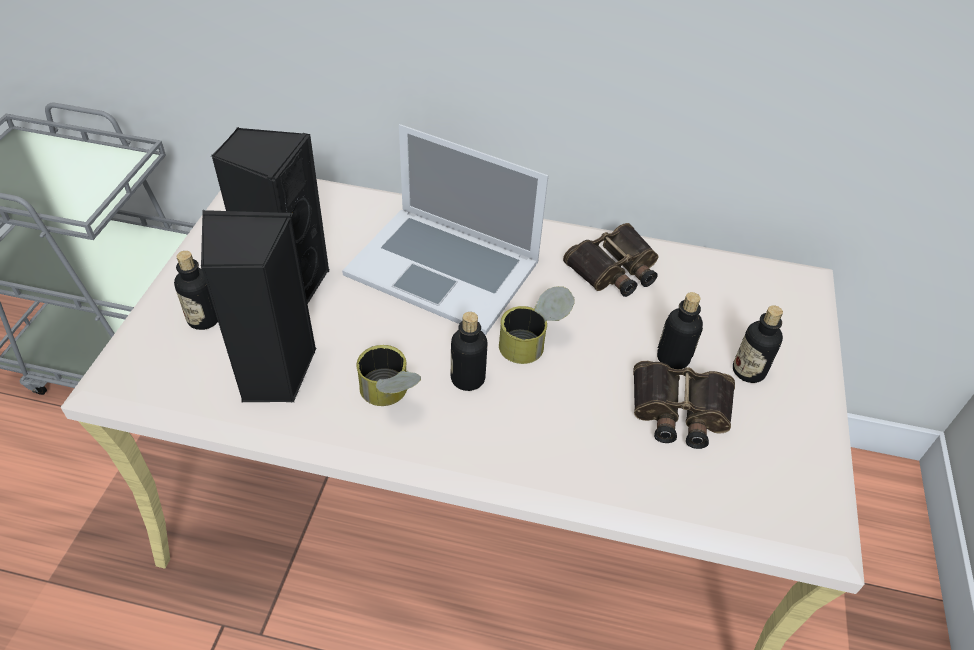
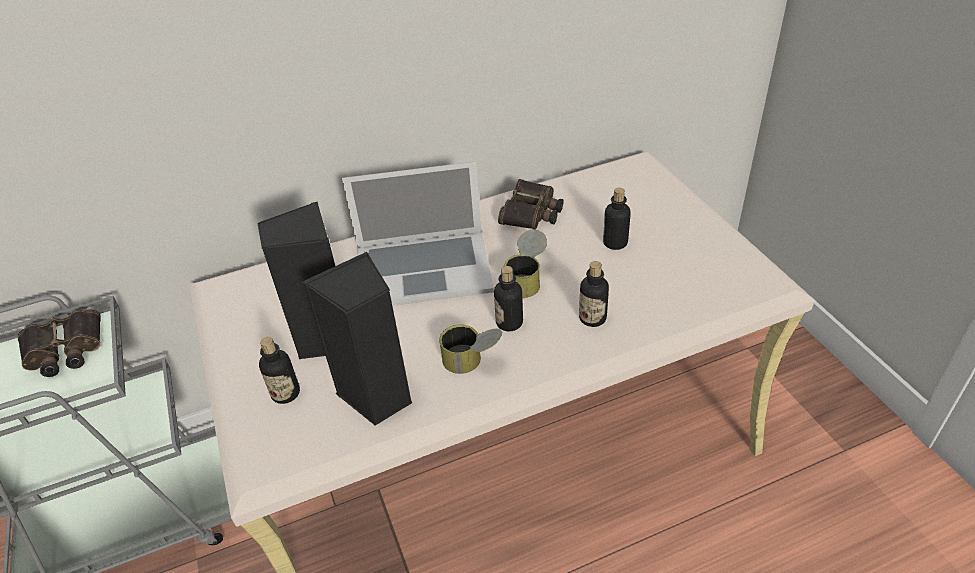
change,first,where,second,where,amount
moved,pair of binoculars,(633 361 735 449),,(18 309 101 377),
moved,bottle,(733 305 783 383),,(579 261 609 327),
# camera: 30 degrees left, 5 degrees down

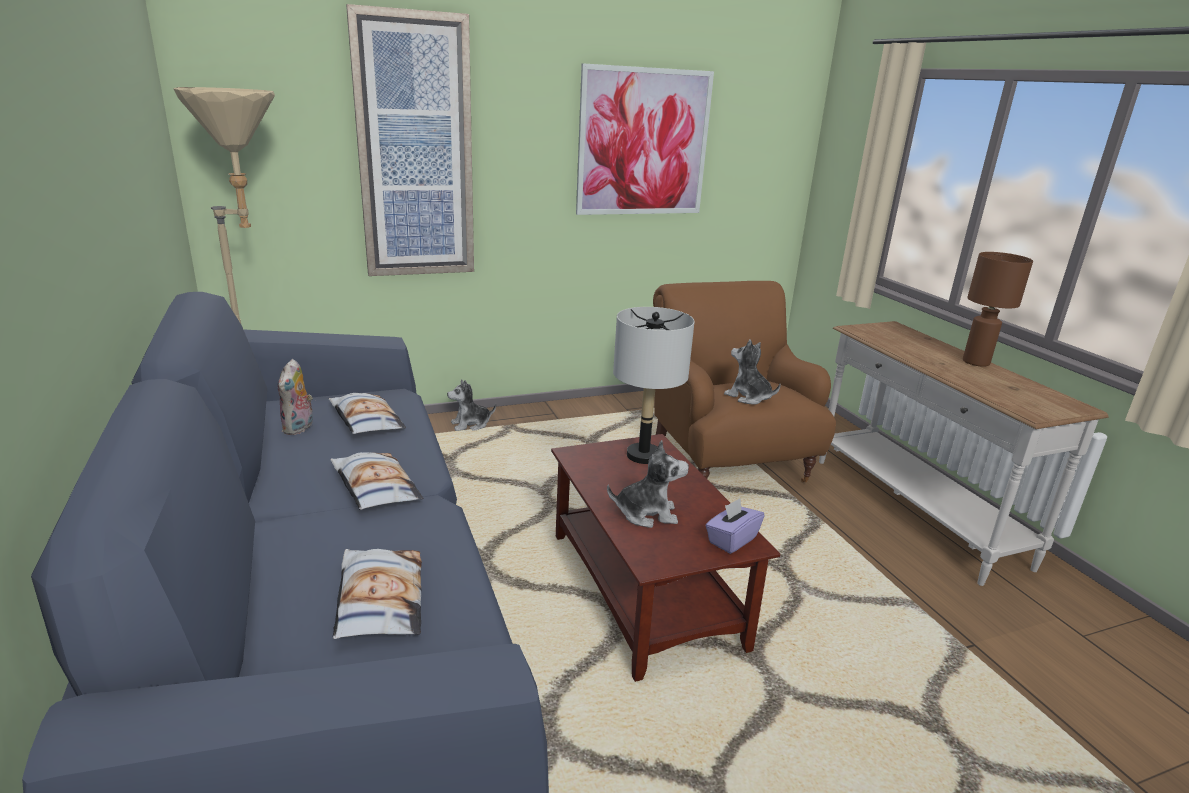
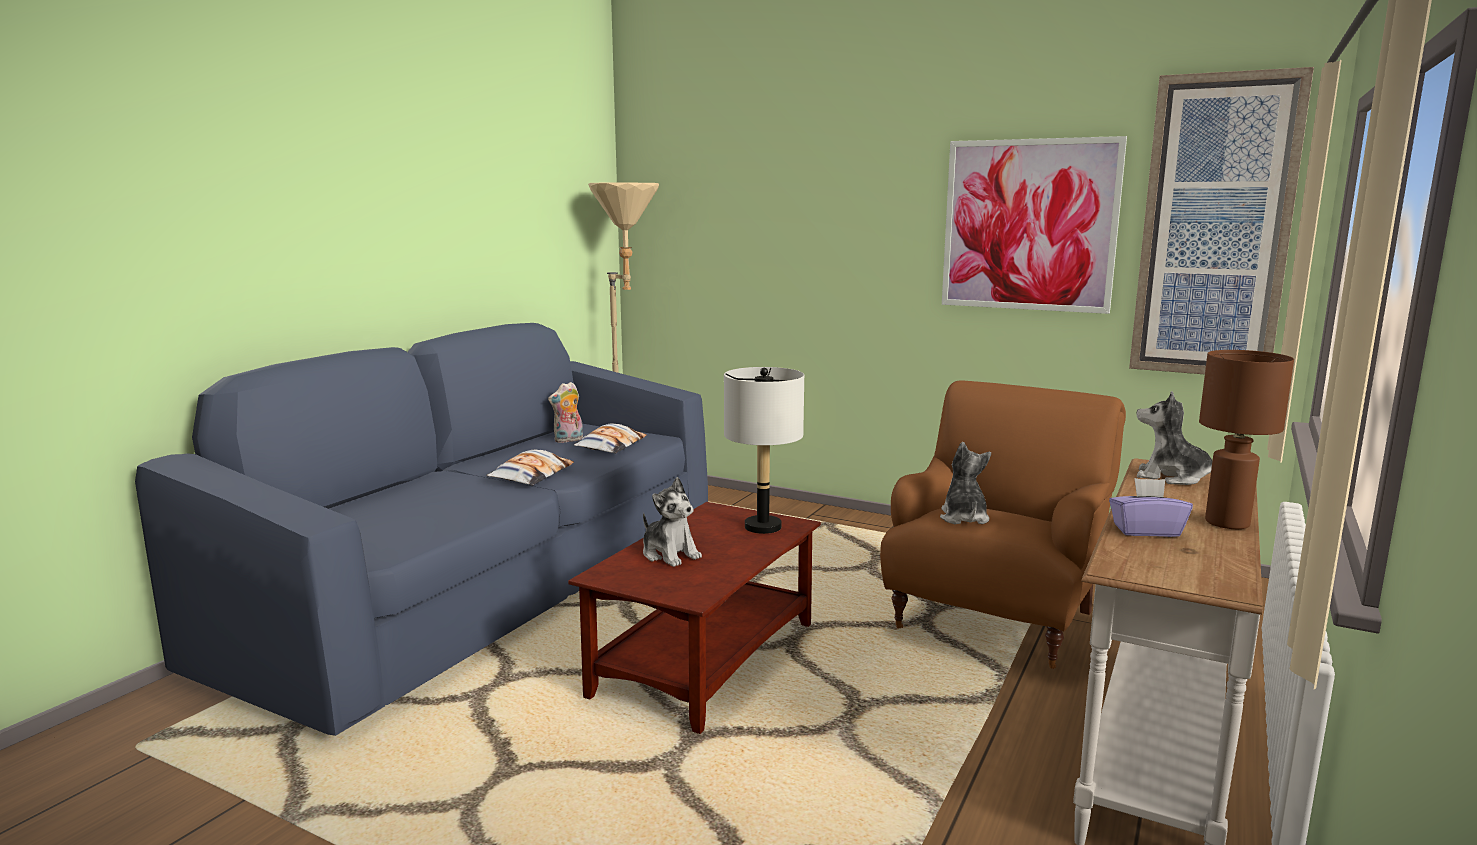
change,first,where,second,where,amount
removed,cushion,(333 549 422 639),,,
moved,wall picture,(346 4 474 276),,(1129 67 1314 374),
moved,plush toy,(447 379 496 431),,(1136 391 1213 485),
moved,purple-coloured tissue holder,(705 498 765 554),,(1109 478 1193 537),
# camera: 50 degrees right, 10 degrees down

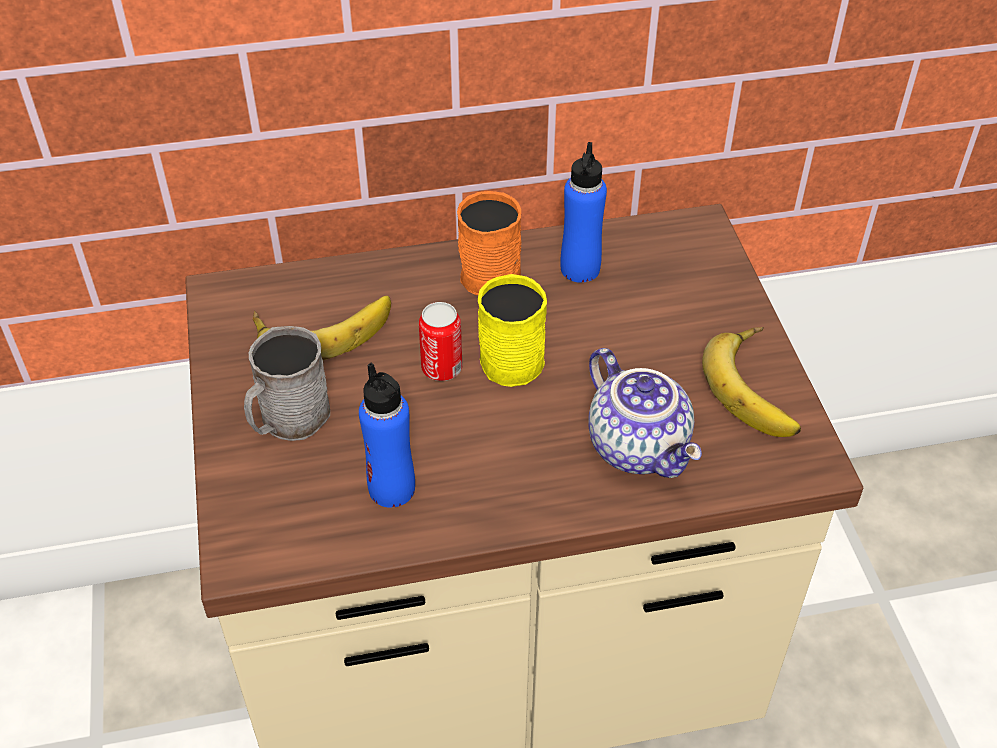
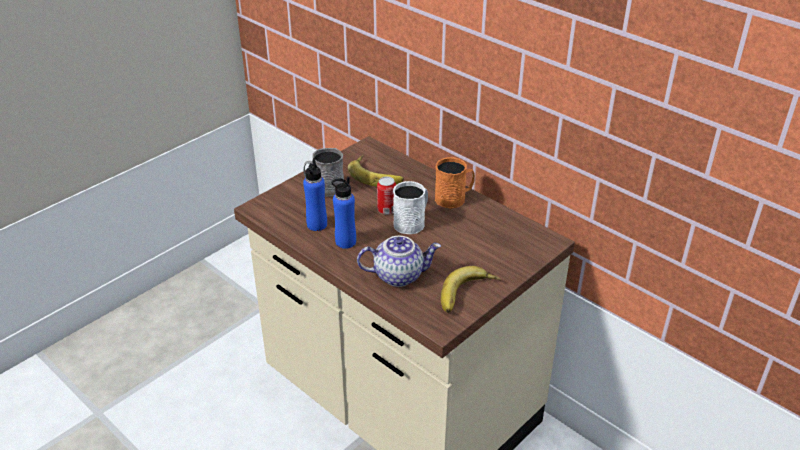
change,first,where,second,where,amount
recoloured,yellow-coloured tea mug,(478 274 547 387),white-coloured tea mug,(393 181 428 234),
moved,blue-coloured bottle,(560 142 607 283),,(332 176 356 249),
turned,tea pot,(588 348 702 478),,(357 236 441 287),120 degrees counterclockwise
# camera: 55 degrees right, 10 degrees down

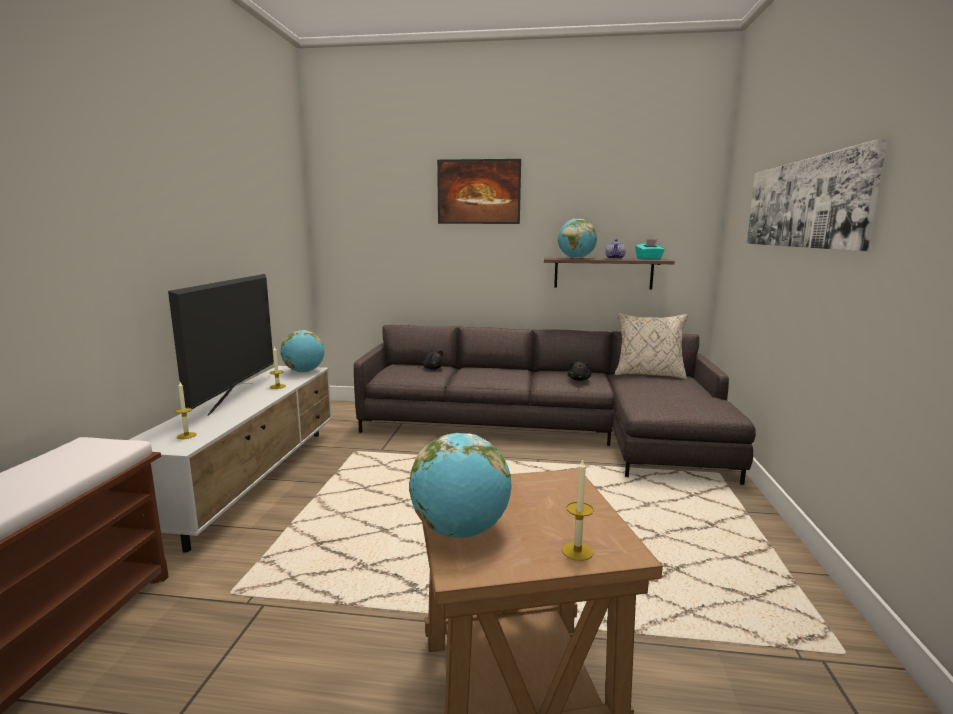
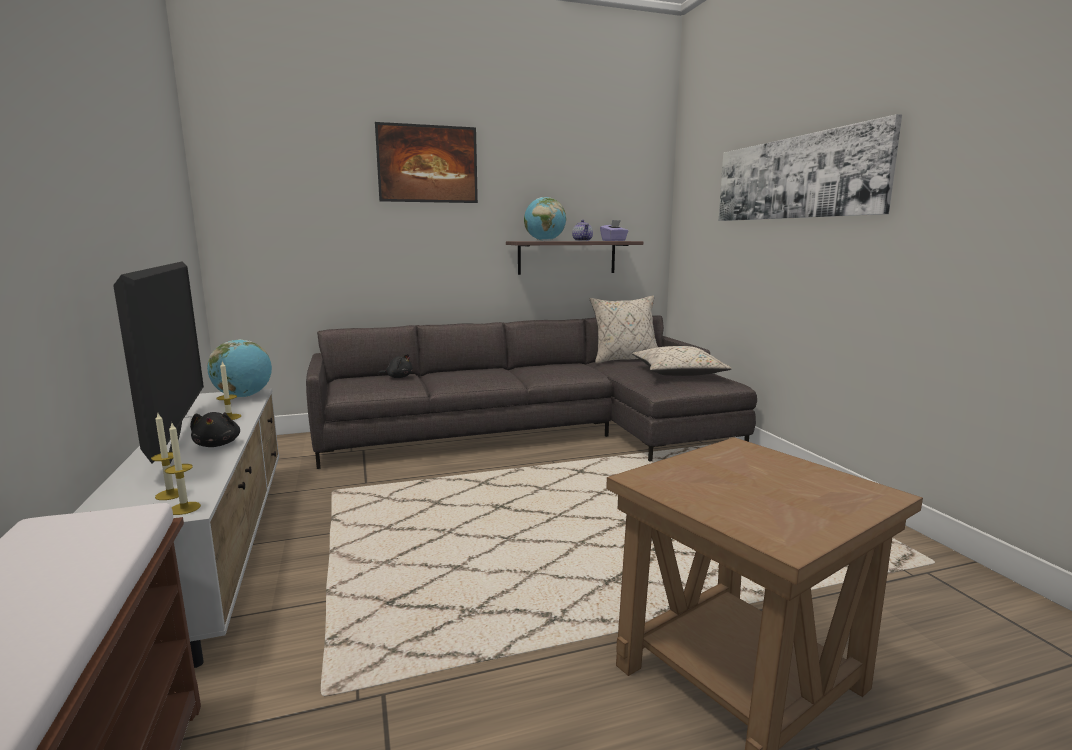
change,first,where,second,where,amount
removed,world globe,(409 433 511 538),,,
moved,candle,(562 459 594 561),,(165 423 201 515),
moved,black-coloured plush toy,(567 361 592 381),,(190 412 240 447),
recoloured,turquoise-coloured tissue holder,(635 239 665 260),purple-coloured tissue holder,(600 220 629 241),
added,,,beige-coloured cushion,(632 346 732 376),
# camera: 25 degrees left, 0 degrees up

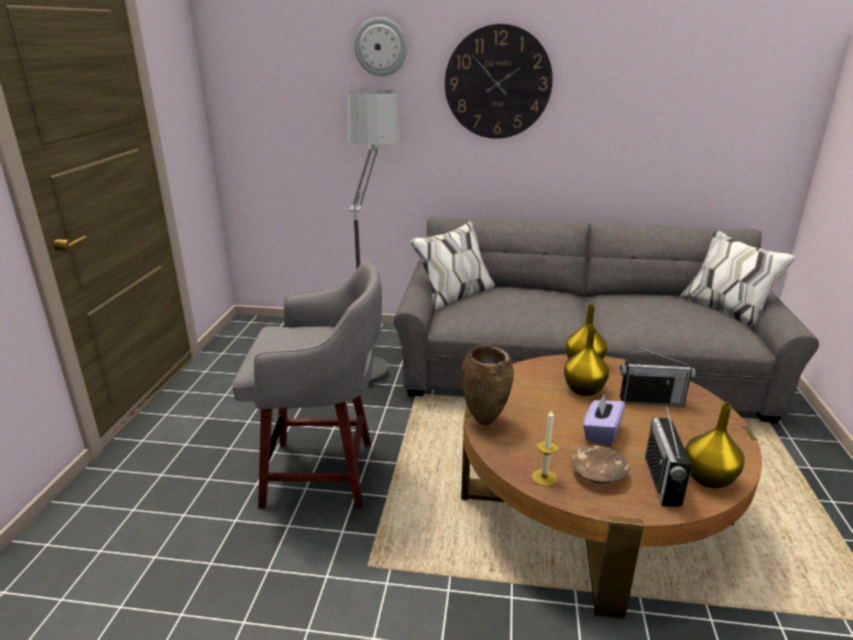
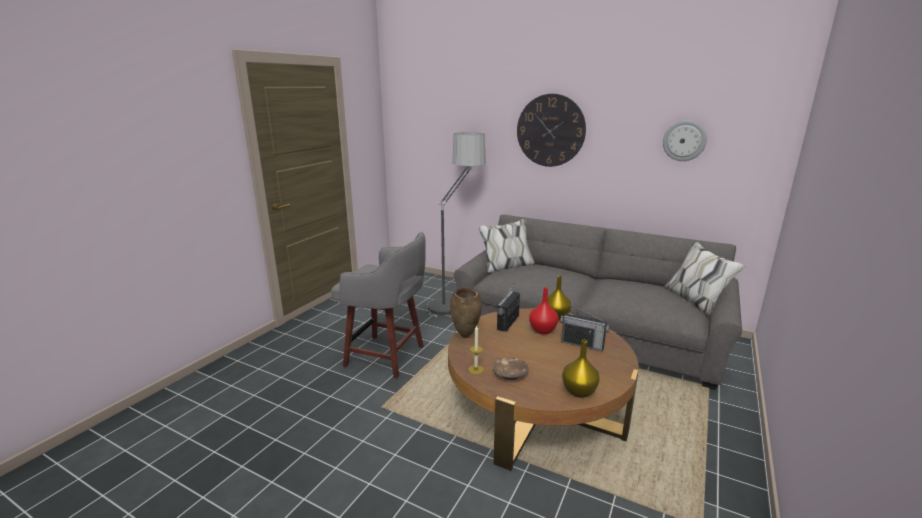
change,first,where,second,where,amount
moved,clock on the wall,(354 17 407 76),,(663 120 707 161),
recoloured,yellow-coloured flower vase,(564 326 609 396),red-coloured flower vase,(529 287 558 334),
removed,purple-coloured tissue holder,(583 394 625 446),,,
moved,radio set,(645 403 692 507),,(497 283 520 331),
# camera: 20 degrees right, 5 degrees down

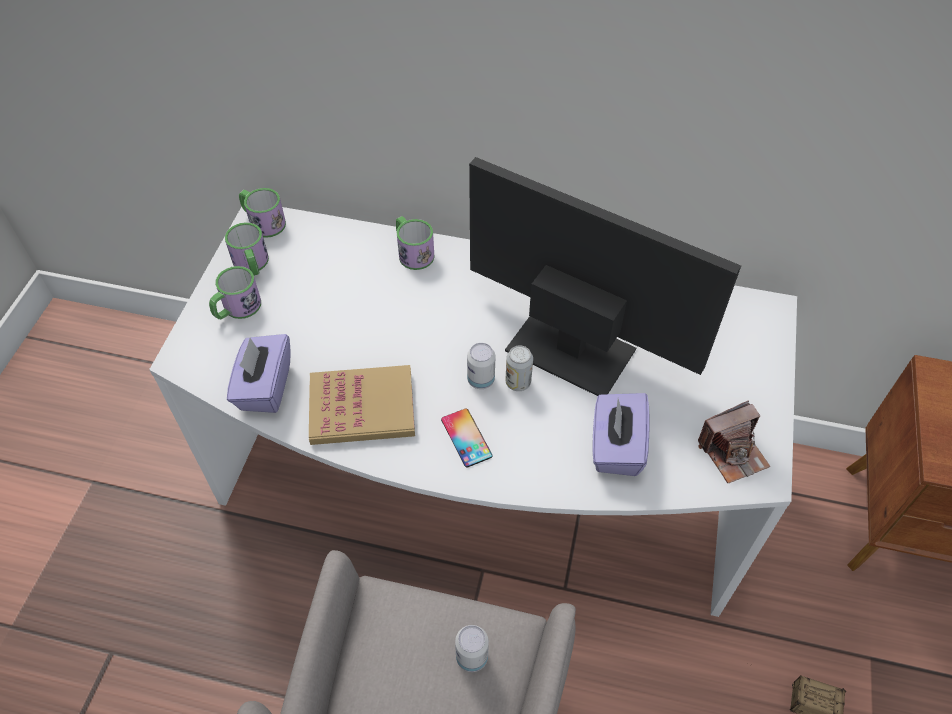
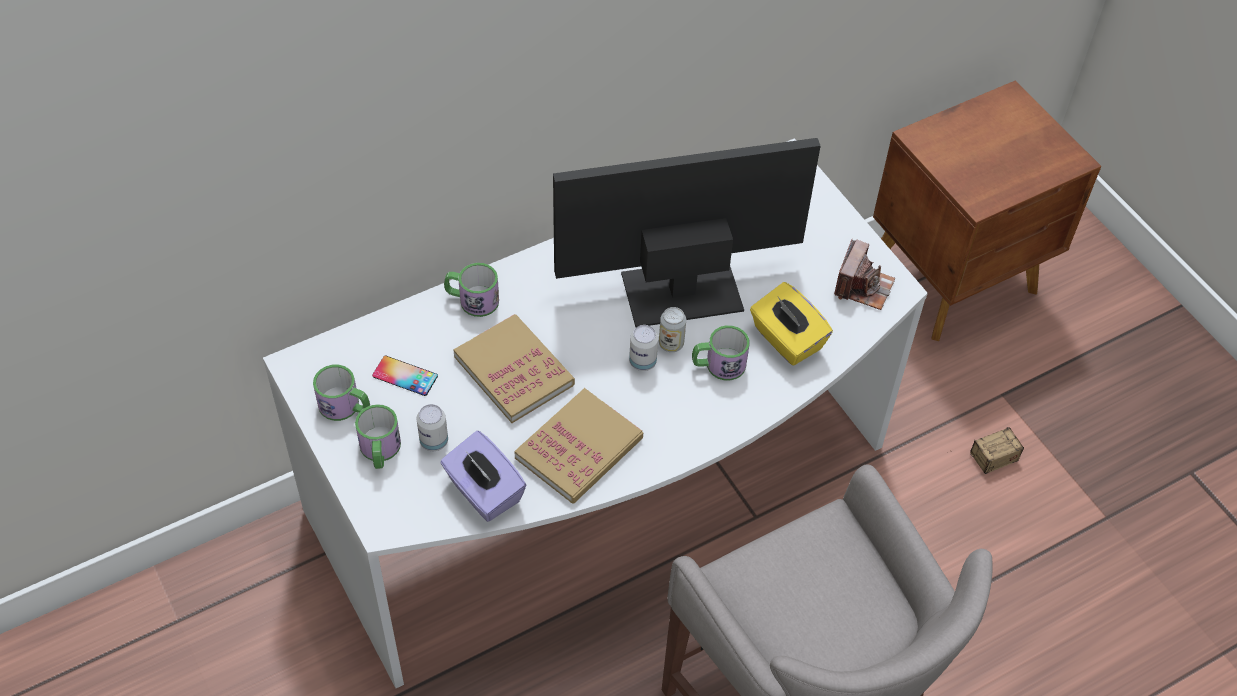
change,first,where,second,where,amount
moved,tea mug,(239 188 286 238),,(692 325 750 381),
moved,telephone,(441 408 493 467),,(372 356 438 396),
moved,can,(455 625 489 672),,(417 404 448 451),
recoloured,purple-coloured tissue holder,(592 393 650 476),yellow-coloured tissue holder,(750 282 833 365),
added,,,volume,(453 314 575 423),
# camera: 45 degrees left, 0 degrees up

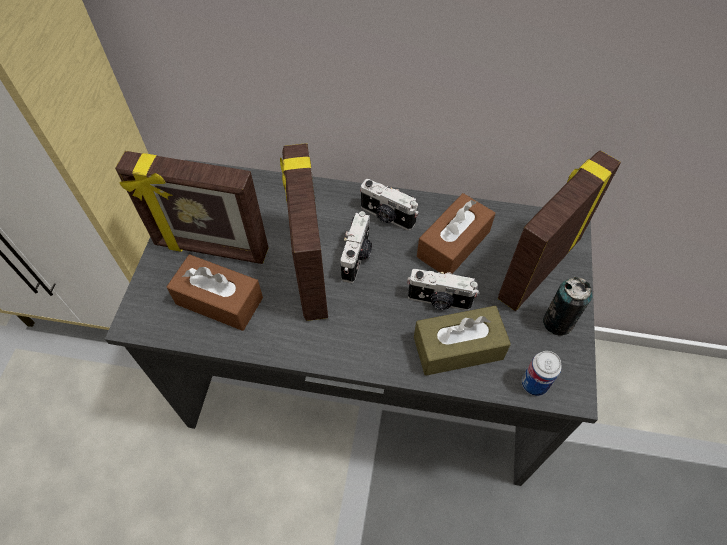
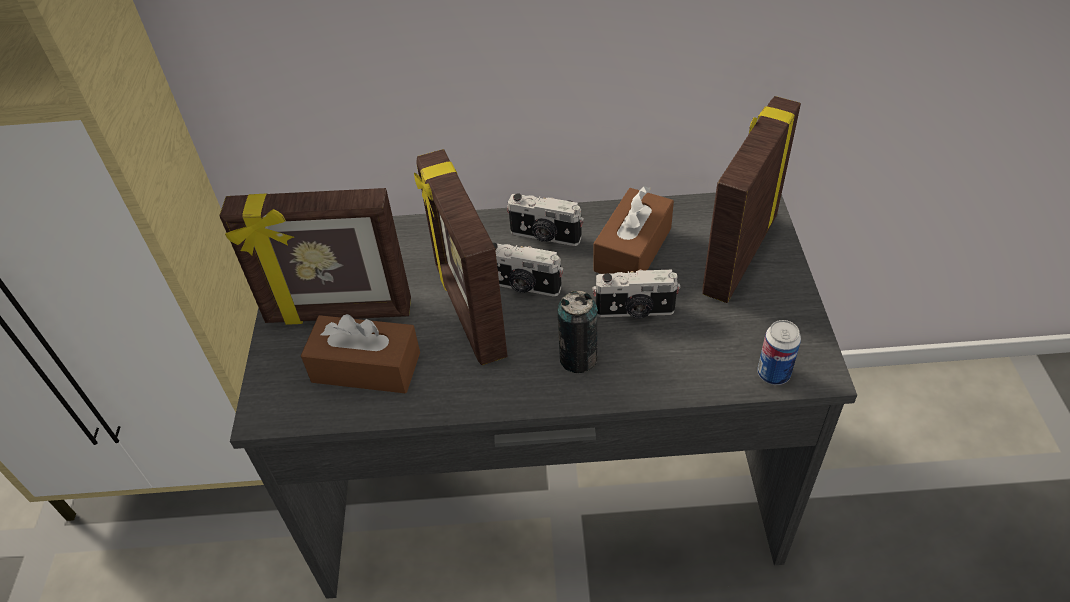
change,first,where,second,where,amount
turned,still camera,(340 211 372 283),,(493 243 563 297),105 degrees clockwise
removed,brown-coloured tissue holder,(414 306 511 376),,,
moved,can,(543 277 592 336),,(557 291 598 373),
# camera: 10 degrees left, 10 degrees down

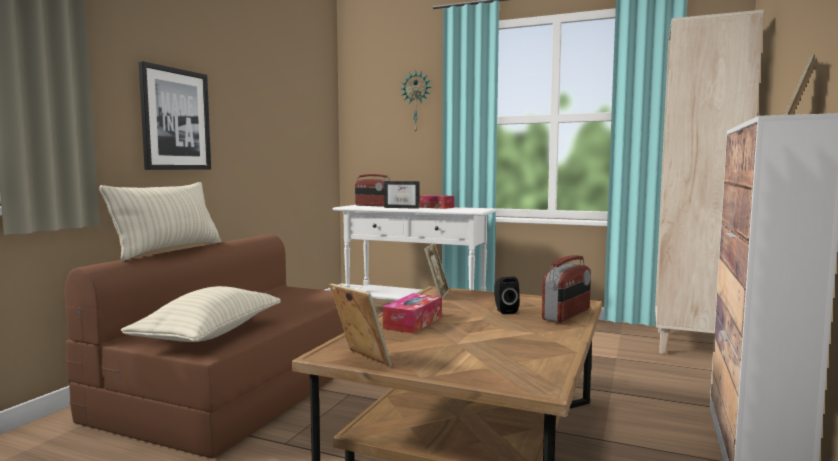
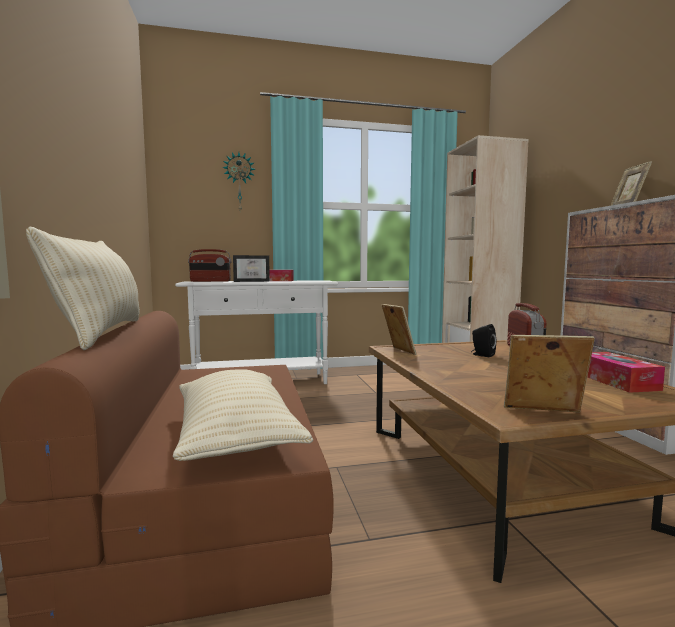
change,first,where,second,where,amount
removed,wall picture,(139 61 211 170),,,
moved,tissue holder,(383 293 442 334),,(587 352 665 393),
# camera: 35 degrees left, 0 degrees up

